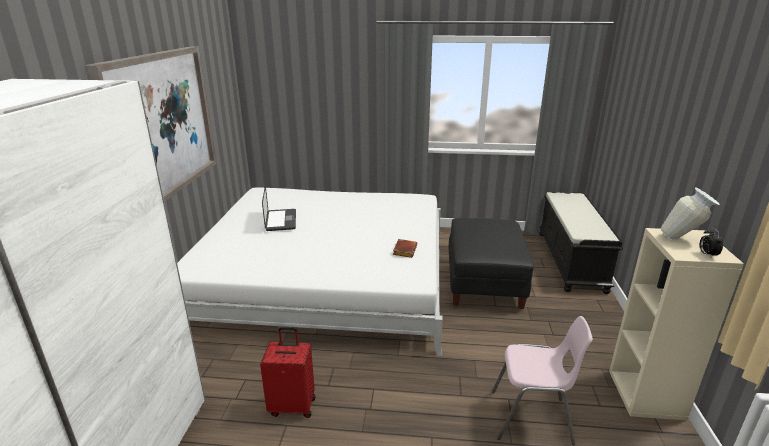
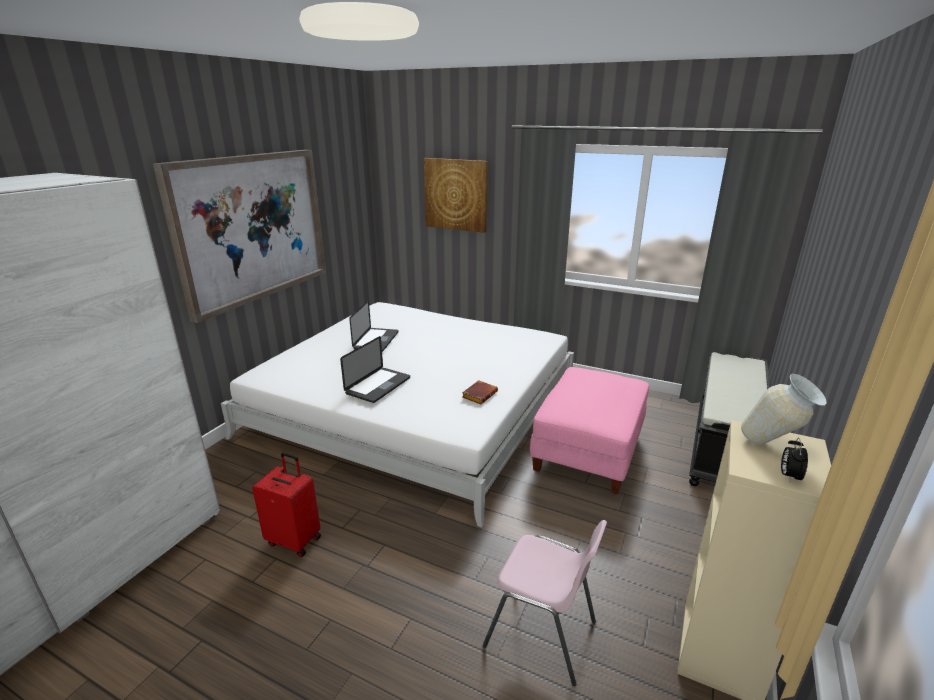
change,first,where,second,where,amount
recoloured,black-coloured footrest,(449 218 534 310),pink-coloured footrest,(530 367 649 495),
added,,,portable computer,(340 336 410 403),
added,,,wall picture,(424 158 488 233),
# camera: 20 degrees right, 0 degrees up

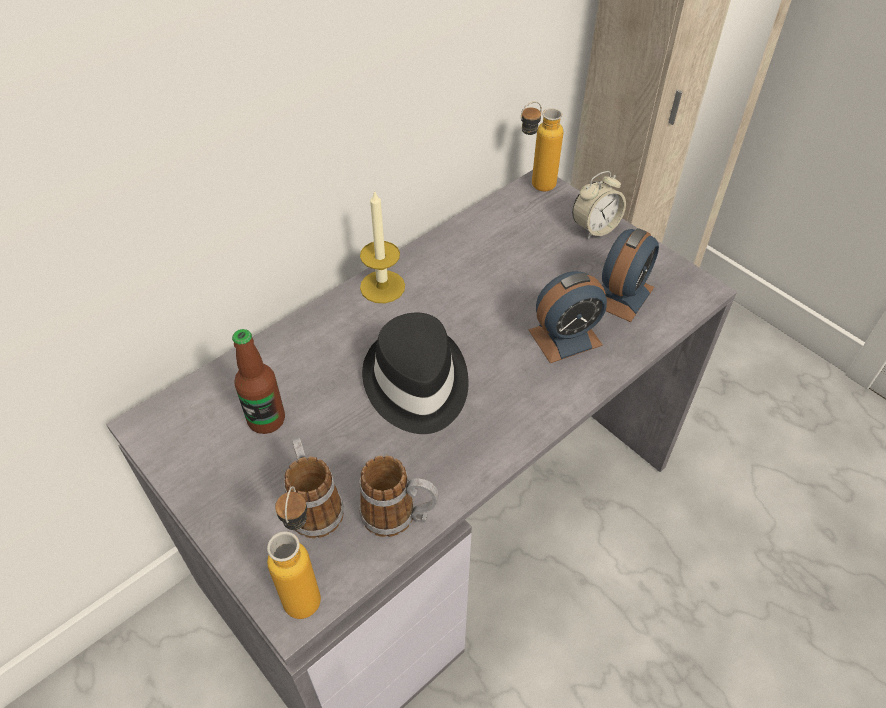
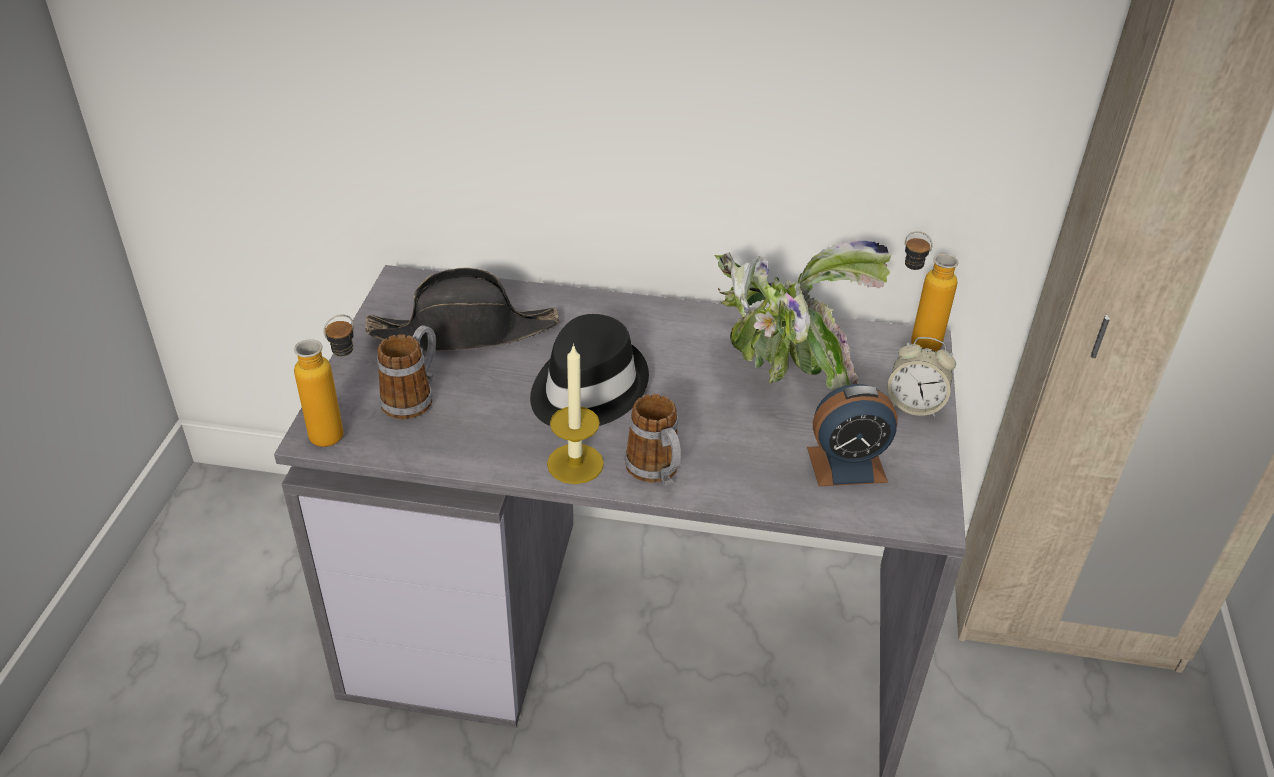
change,first,where,second,where,amount
replaced,bottle,(232 329 285 434),black-coloured clothing hat,(365 268 560 351),
moved,candle,(360 190 405 303),,(547 344 604 484),
moved,tea mug,(360 455 439 537),,(625 394 681 487),
removed,table clock,(529 271 607 363),,,
added,,,houseplant,(714 241 892 390),
# camera: 50 degrees right, 10 degrees down

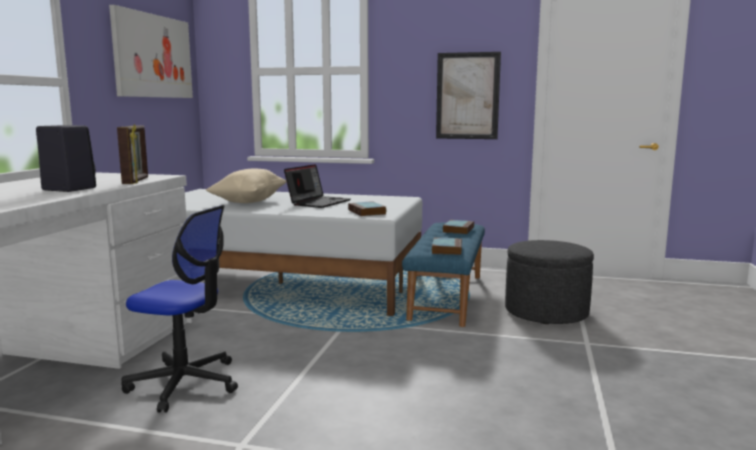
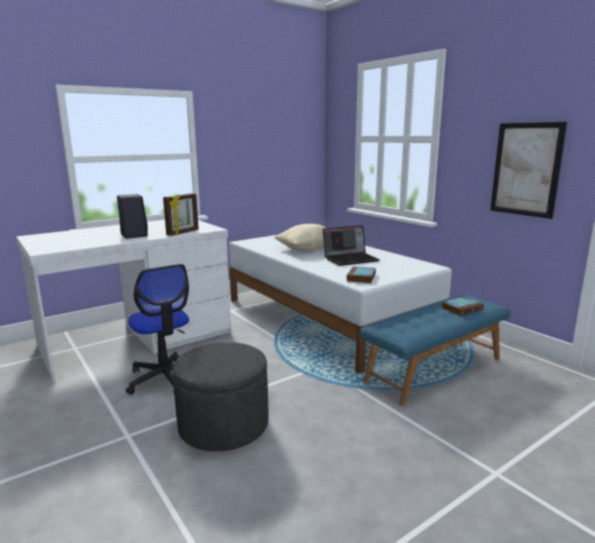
change,first,where,second,where,amount
removed,wall picture,(109 5 193 98),,,
removed,volume,(432 237 462 255),,,
moved,grey footrest,(505 240 594 324),,(172 342 268 451),
# camera: 40 degrees right, 5 degrees up

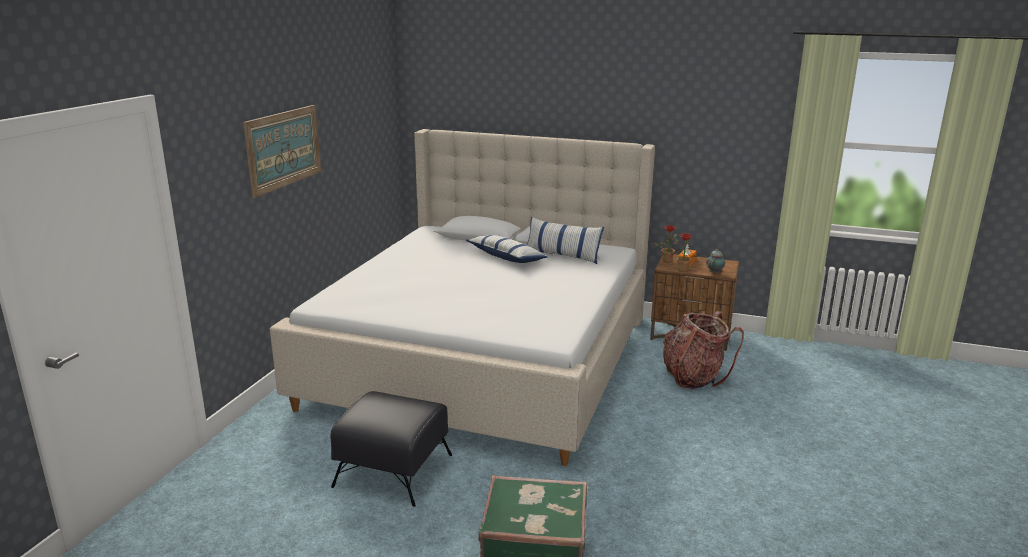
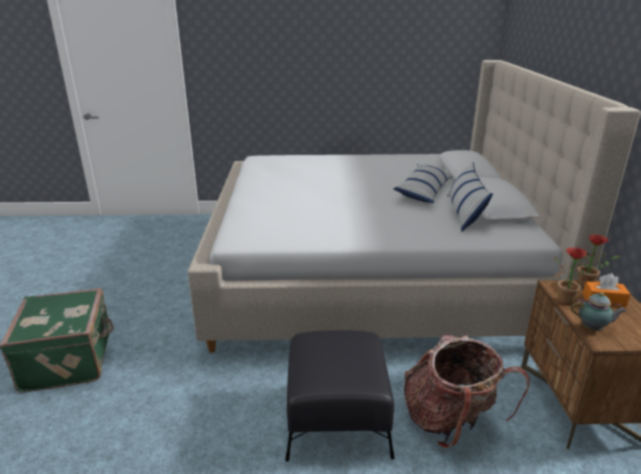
change,first,where,second,where,amount
removed,wall picture,(243 105 321 198),,,
moved,black-coloured footrest,(331 391 452 507),,(285 330 394 462),
# camera: 70 degrees right, 5 degrees up

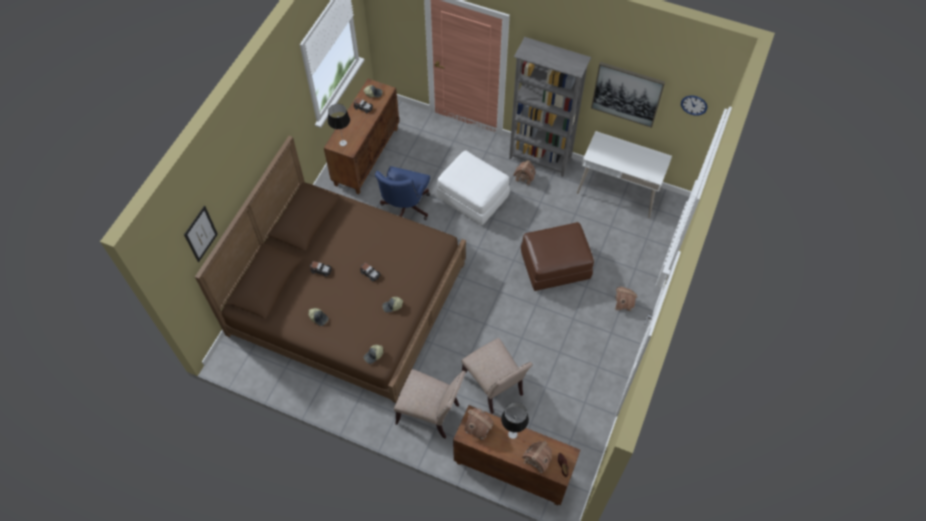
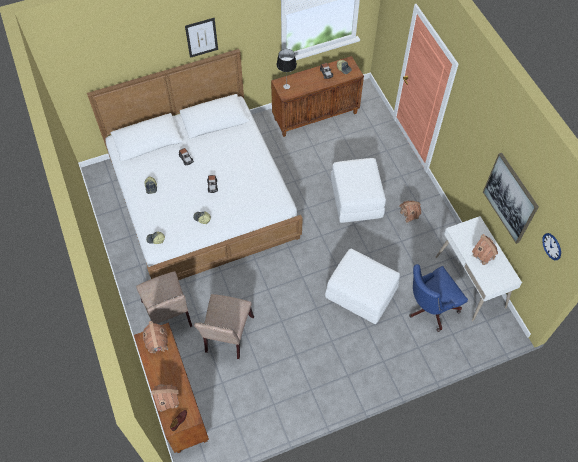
change,first,where,second,where,amount
moved,wall picture,(184 206 218 262),,(185 18 218 58),
recoloured,brown-coloured sleeping bed,(195 136 466 403),white-coloured sleeping bed,(87 49 303 280),
moved,blue-coloured office chair,(375 166 430 220),,(409 264 468 332),
removed,tabletop lamp,(501 402 529 439),,,
removed,grey bookcase,(509 37 591 177),,,
recoloured,brown-coloured footrest,(521 222 594 291),white-coloured footrest,(325 249 400 324),
moved,toy house,(614 287 637 311),,(472 234 498 265),
# camera: 45 degrees right, 0 degrees up

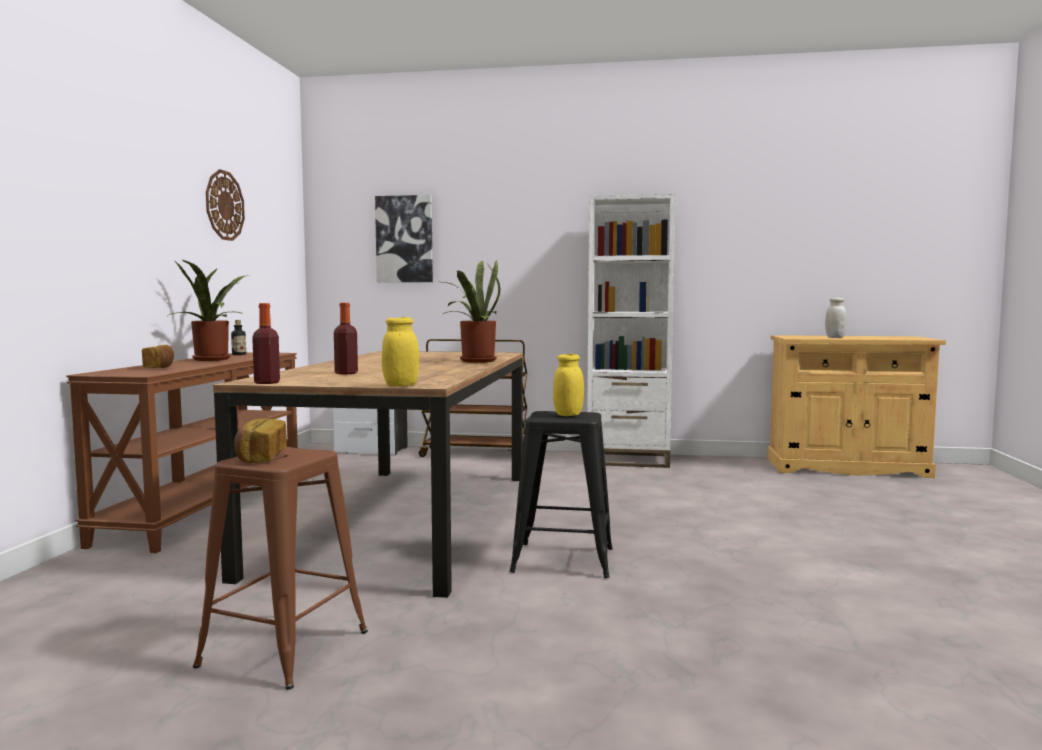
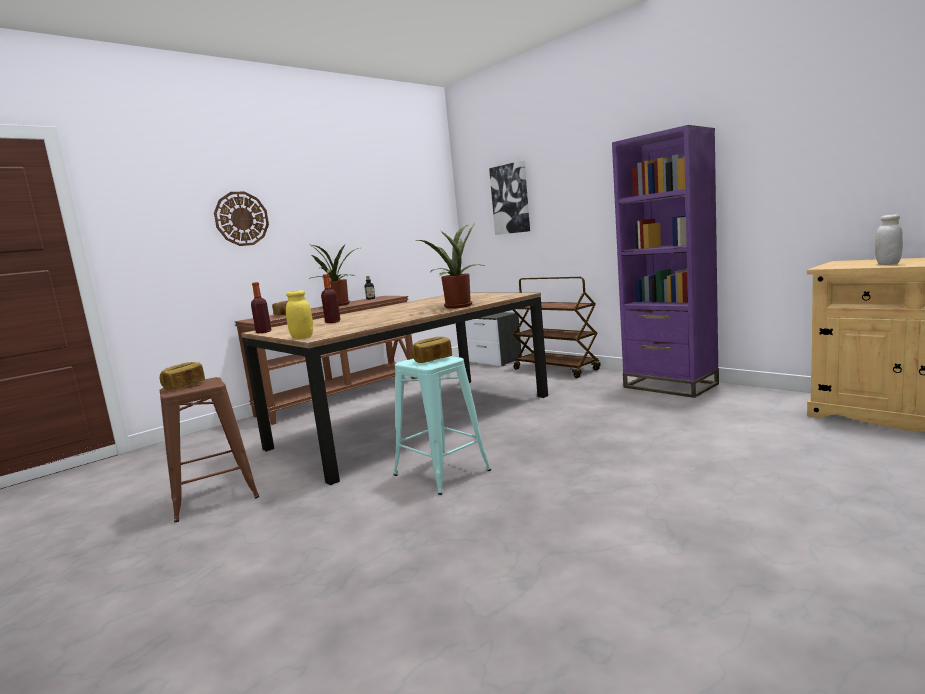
change,first,where,second,where,amount
moved,clock on the wall,(206 169 245 241),,(214 192 269 246),
recoloured,black-coloured stool seat,(509 411 613 578),turquoise-coloured stool seat,(393 356 491 495),
replaced,yellow-coloured jar,(553 354 584 416),bread,(412 337 452 363),
recoloured,white-coloured bookcase,(587 194 676 468),purple-coloured bookcase,(612 125 719 398),
# camera: 40 degrees right, 5 degrees up

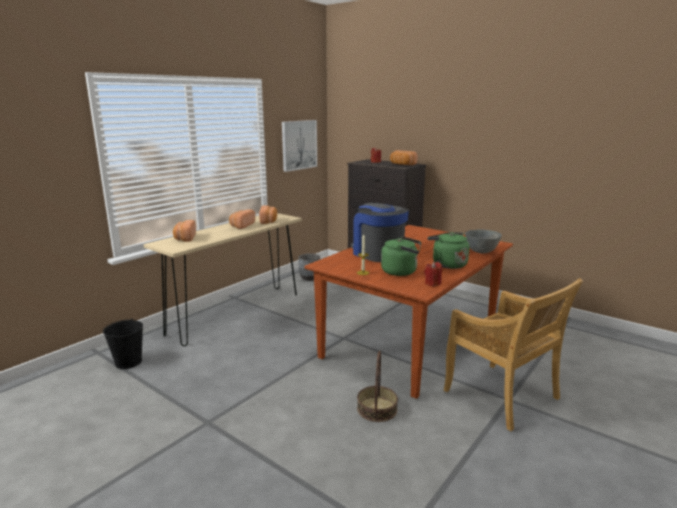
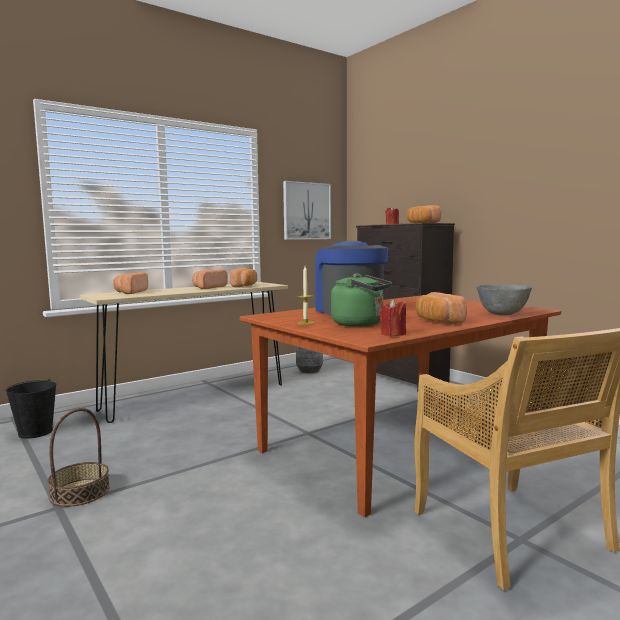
change,first,where,second,where,amount
moved,storage basket,(357 351 398 422),,(48 408 110 507),
replaced,green water kettle,(427 232 469 269),bread,(416 292 467 324),
# camera: 15 degrees right, 10 degrees down

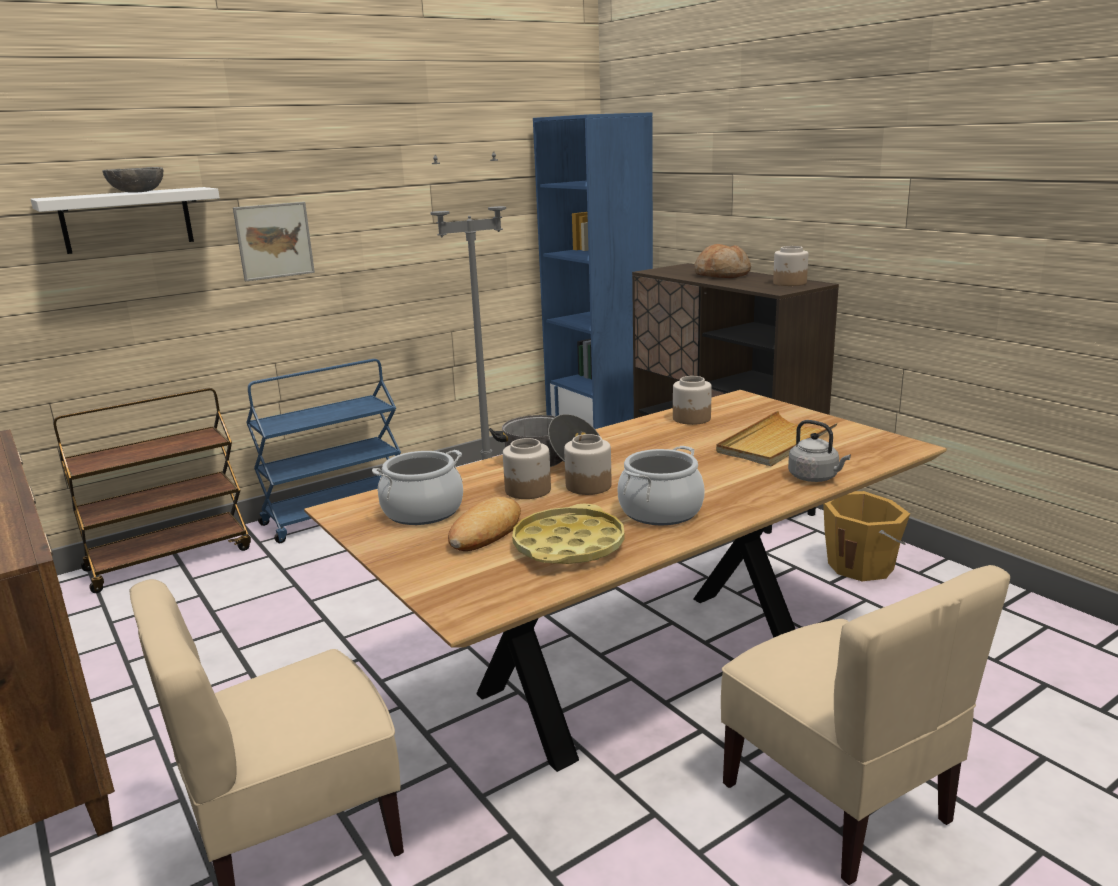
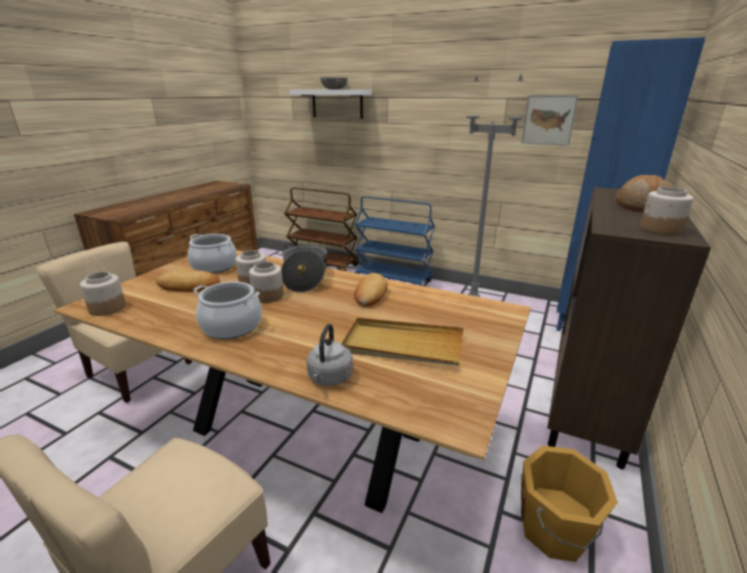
change,first,where,second,where,amount
moved,wall picture,(233 202 315 281),,(522 95 579 146),
removed,yellow-coloured tray,(512 504 625 564),,,
moved,jar,(673 376 712 425),,(80 272 126 316),
added,,,bread,(354 273 388 306),
# camera: 60 degrees right, 5 degrees up

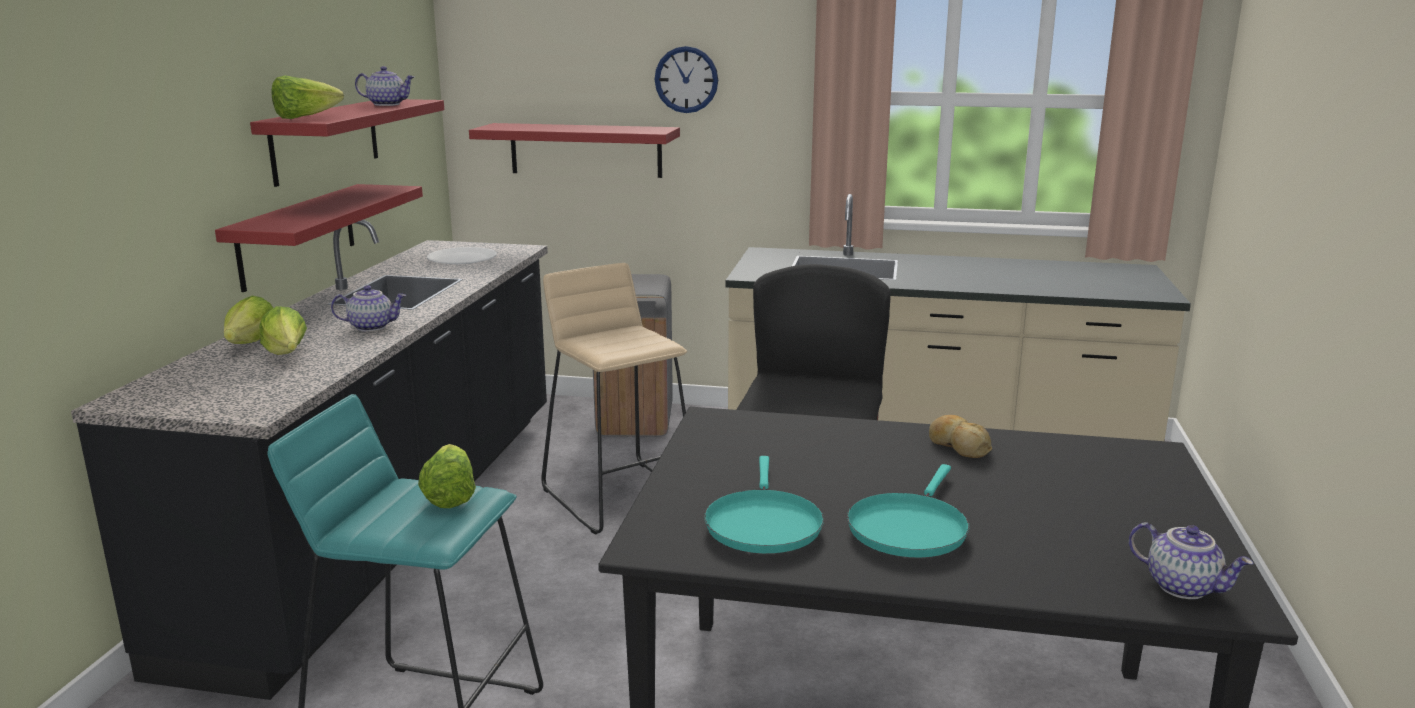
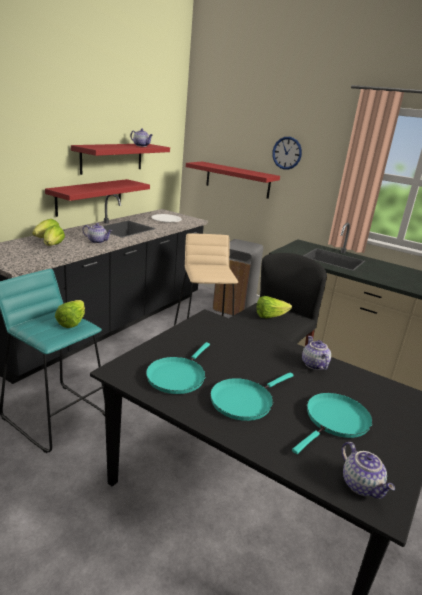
change,first,where,second,where,amount
moved,head of lettuce,(271 75 344 119),,(256 296 292 318),
replaced,bread,(929 415 992 458),tea pot,(302 336 331 370),
added,,,turquoise-coloured skillet,(292 393 373 454),
# camera: 20 degrees right, 5 degrees up

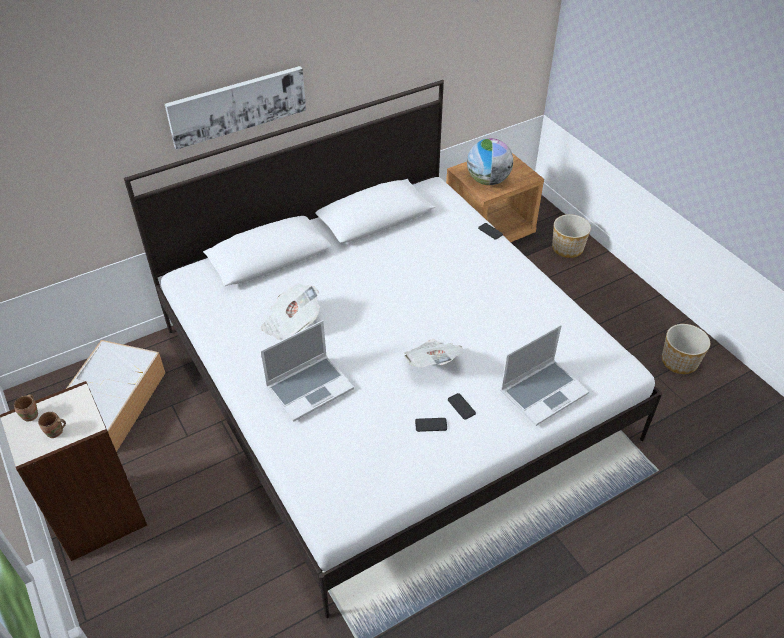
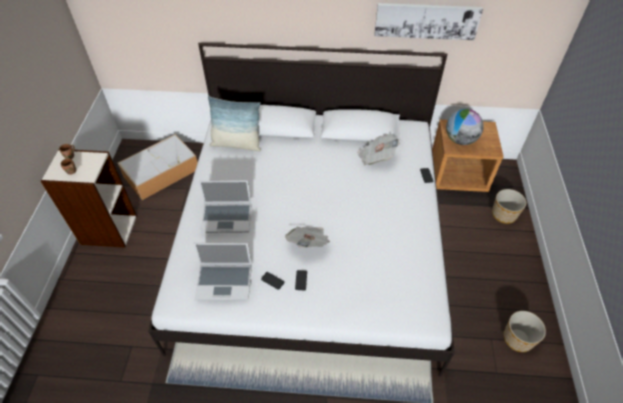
change,first,where,second,where,amount
moved,wall picture,(165 66 306 150),,(374 3 483 40),
moved,printed paper,(261 283 320 340),,(357 134 400 165),
moved,portable computer,(500 325 589 426),,(193 243 252 300),
added,,,cushion,(208 96 261 151),
# camera: 35 degrees right, 5 degrees up

